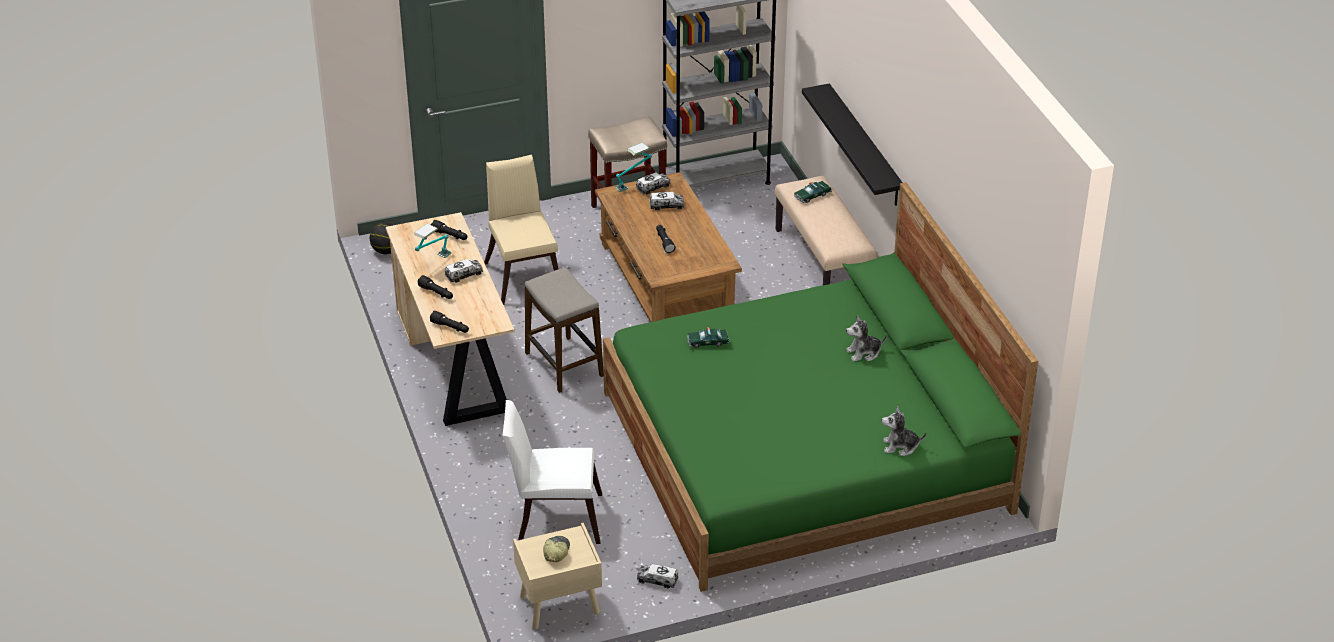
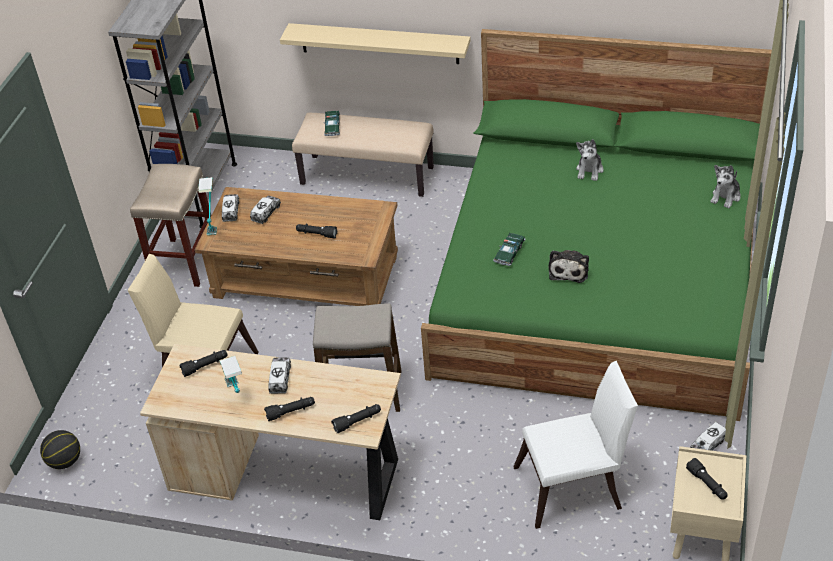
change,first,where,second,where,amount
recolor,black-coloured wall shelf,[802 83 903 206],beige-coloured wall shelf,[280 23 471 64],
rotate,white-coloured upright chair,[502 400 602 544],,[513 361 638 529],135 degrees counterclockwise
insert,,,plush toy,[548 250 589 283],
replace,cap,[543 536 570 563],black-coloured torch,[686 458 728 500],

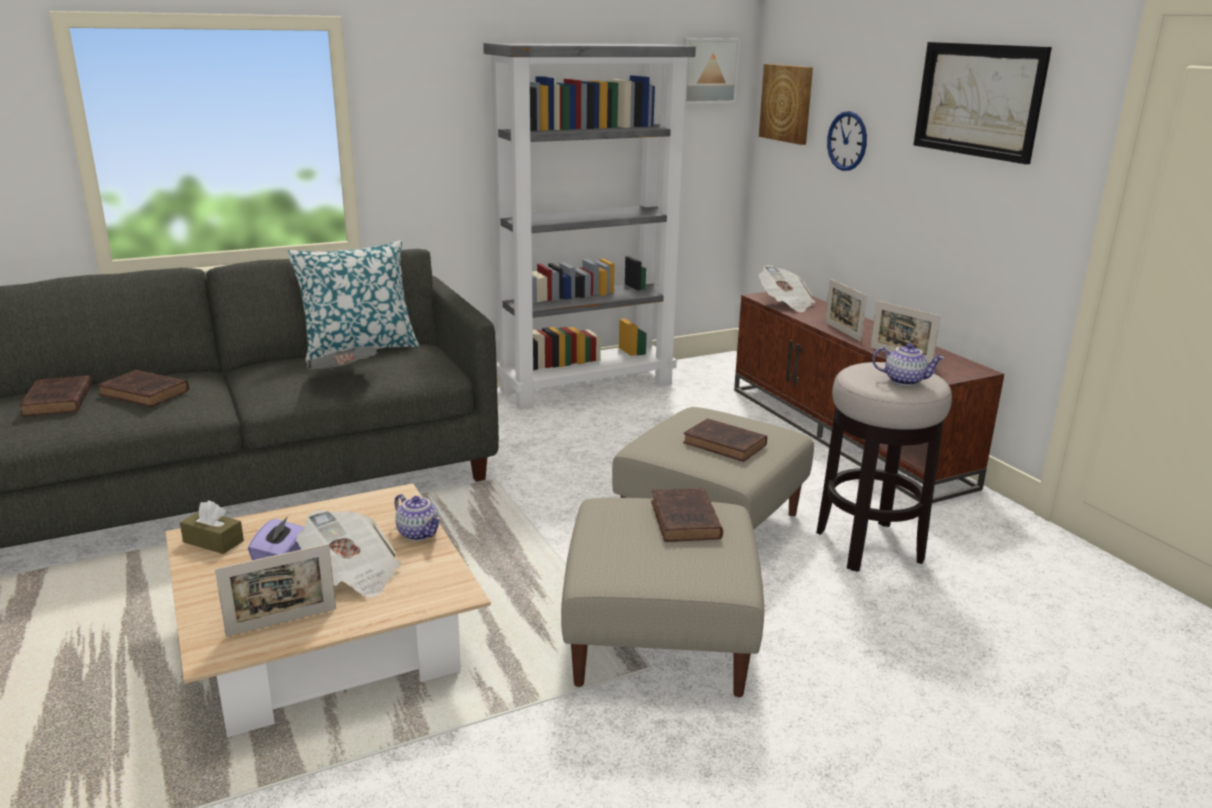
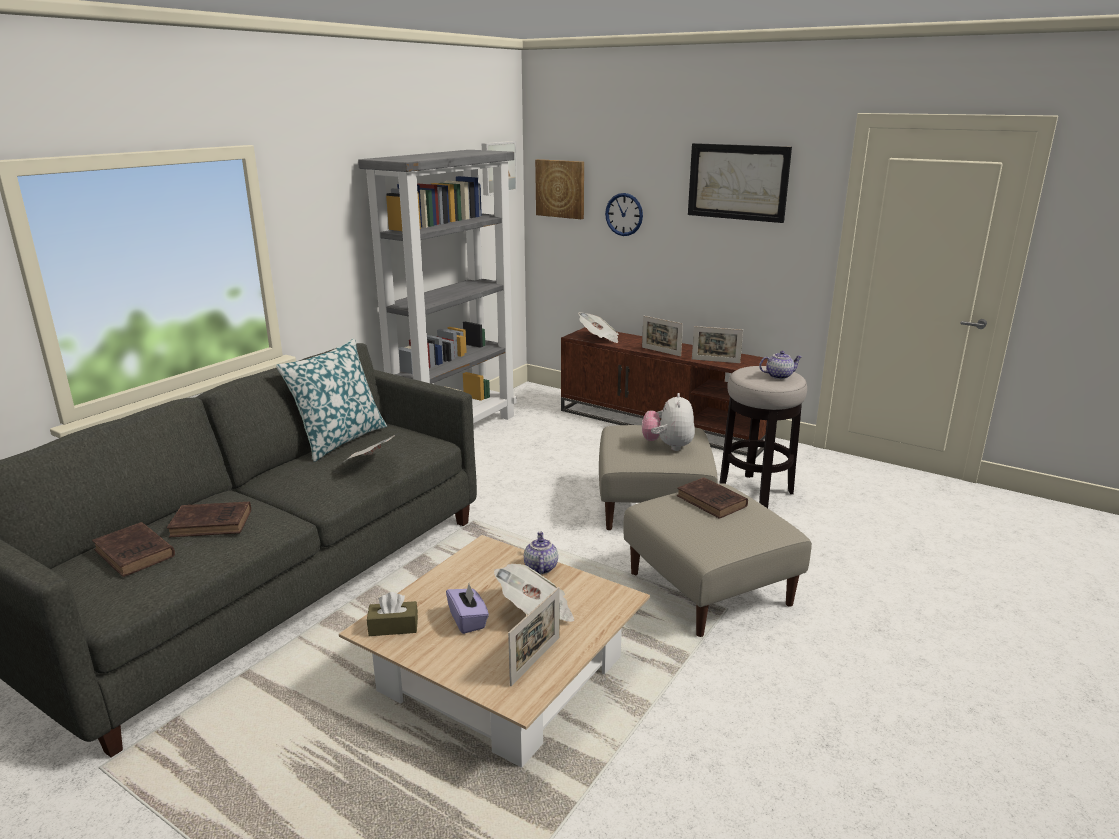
change,first,where,second,where,amount
rotate,tea pot,[395 494 440 541],,[524 532 558 574],105 degrees counterclockwise
replace,brown bound book,[683 418 767 462],plush toy,[642 393 695 451],

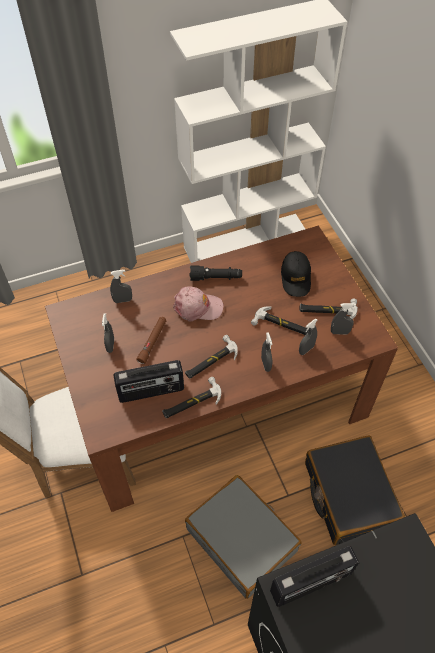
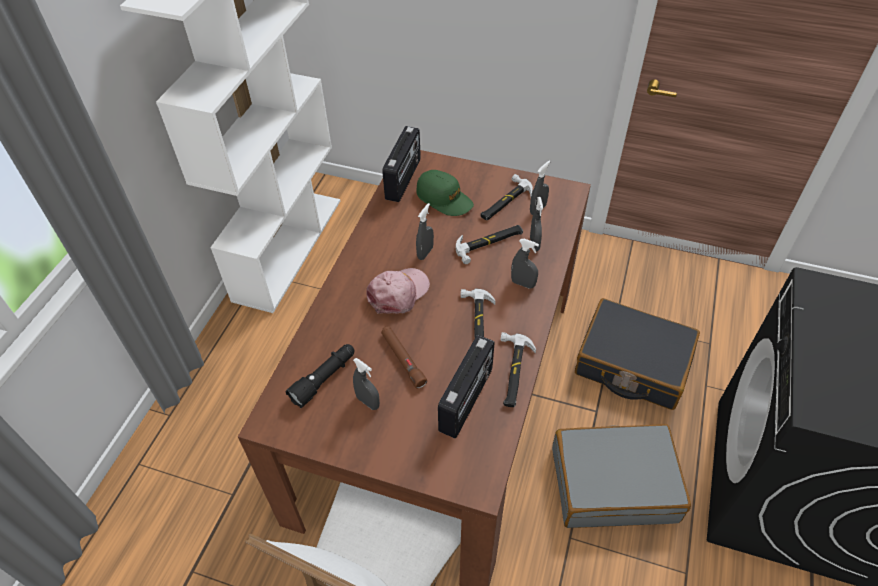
change,first,where,second,where,amount
move,black-coloured torch,[190 265 242 281],,[286 344 355 408],
move,radio receiver,[270 546 359 607],,[382 126 421 202],
recolor,black-coloured cap,[281 251 311 297],green cap,[416 170 474 216],
move,gray sprayer,[110 270 132 303],,[416 203 434 260],

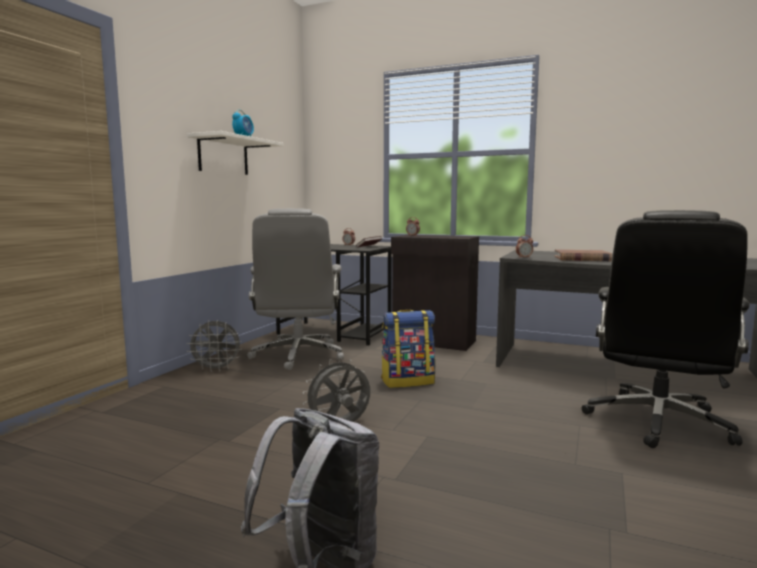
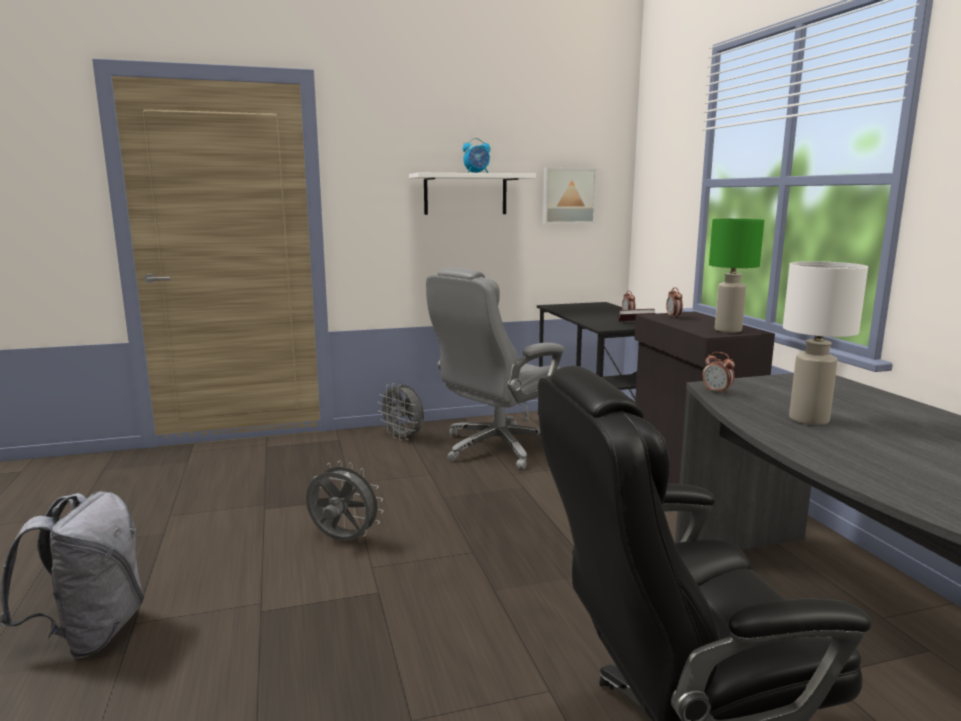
change,first,where,second,where,amount
insert,,,wall art,[543 167 597 224],
insert,,,green lamp for a table,[709 219 764 333],
replace,brown bound book,[554 249 612 261],white-coloured lamp for a table,[783 261 868 425],
delete,rucksack,[381 309 435 388],,,

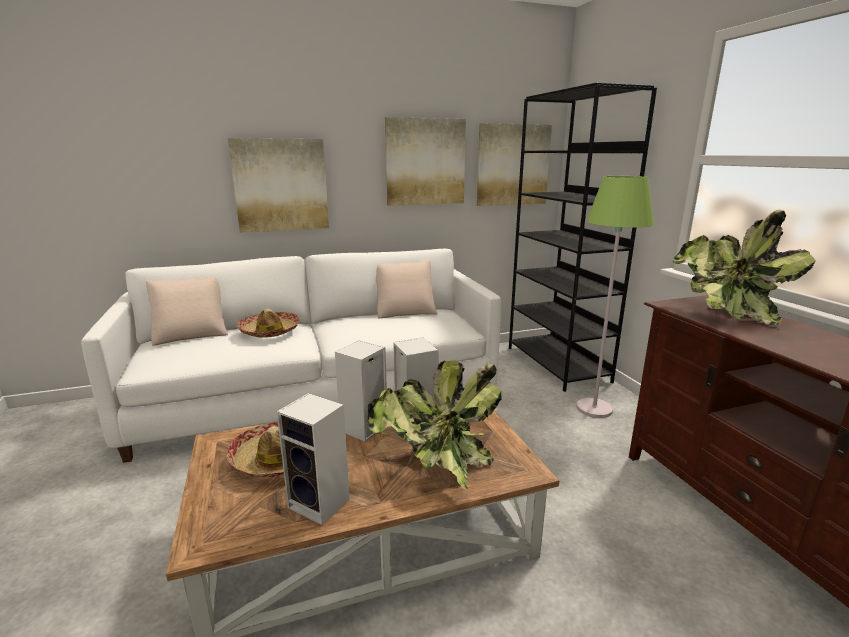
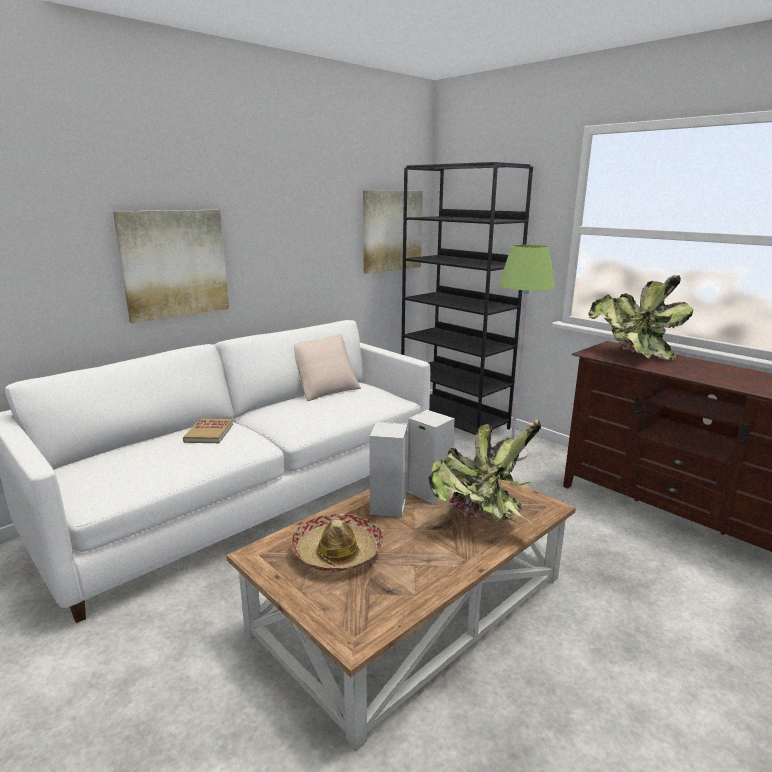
change,first,where,second,where,amount
replace,hat,[236 309 300 338],bound book,[183 419 233 443],
delete,beige-coloured pillow,[146 277 228 346],,,
delete,speaker,[277 393 350 525],,,
delete,wall art,[385 117 466 206],,,

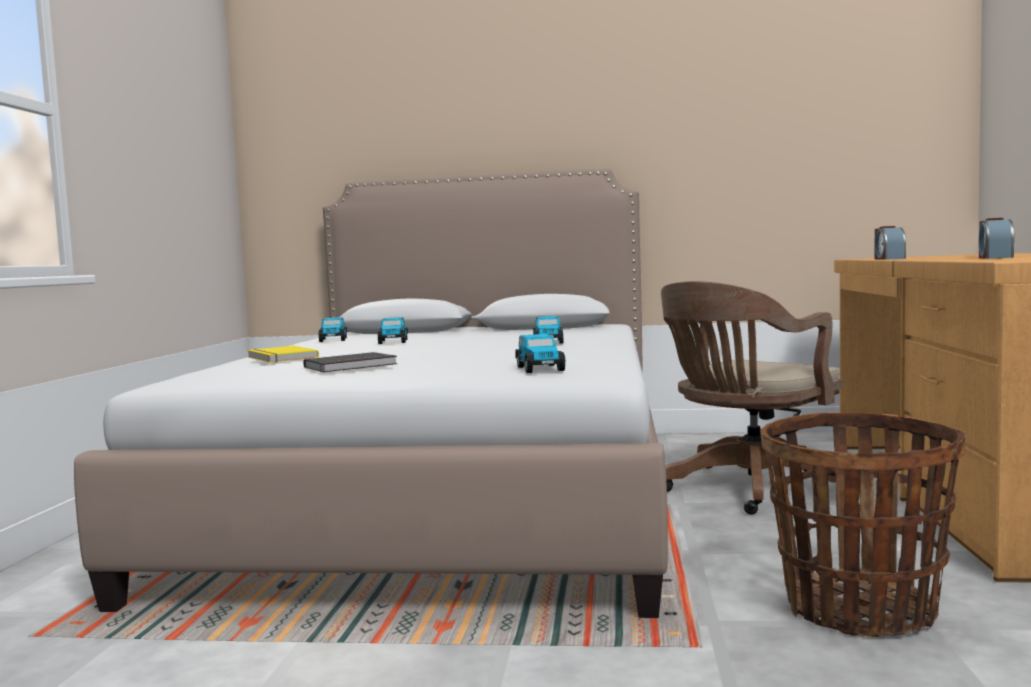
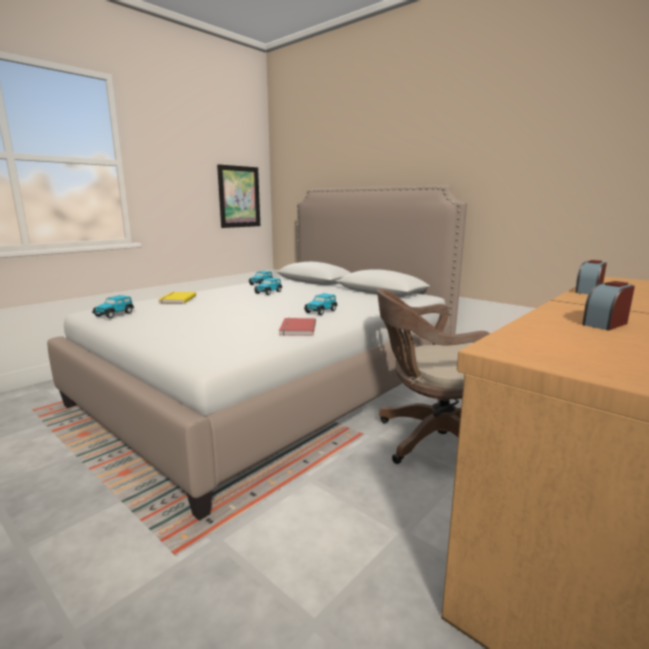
change,first,where,second,where,amount
move,miniature car,[515 334 565 373],,[92 295 134 318],
insert,,,wall art,[217 164 260 228],
insert,,,red bound book,[279 318 316 336],
delete,black-coloured bound book,[303 352 397 372],,,
delete,household basket,[760 412 966 637],,,

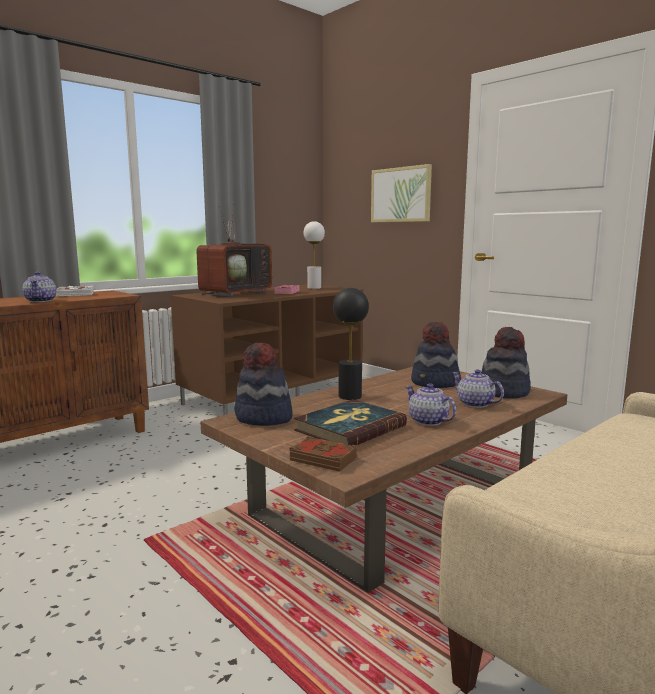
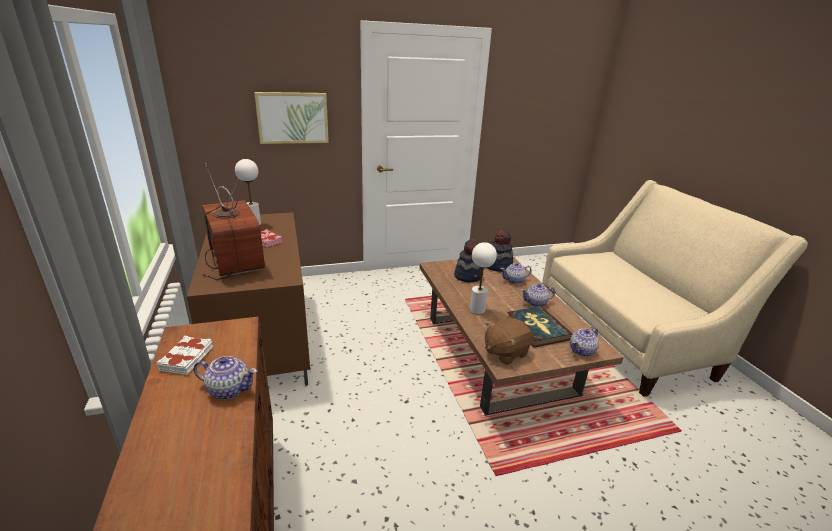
change,first,where,second,where,amount
recolor,black-coloured lamp for a table,[333 288 369 400],white-coloured lamp for a table,[470 242 497 314],
replace,hat,[234 342 293 426],brown plush toy,[485 317 533 365],
replace,brown bound book,[290 436 357 472],tea pot,[570 328 599 356],

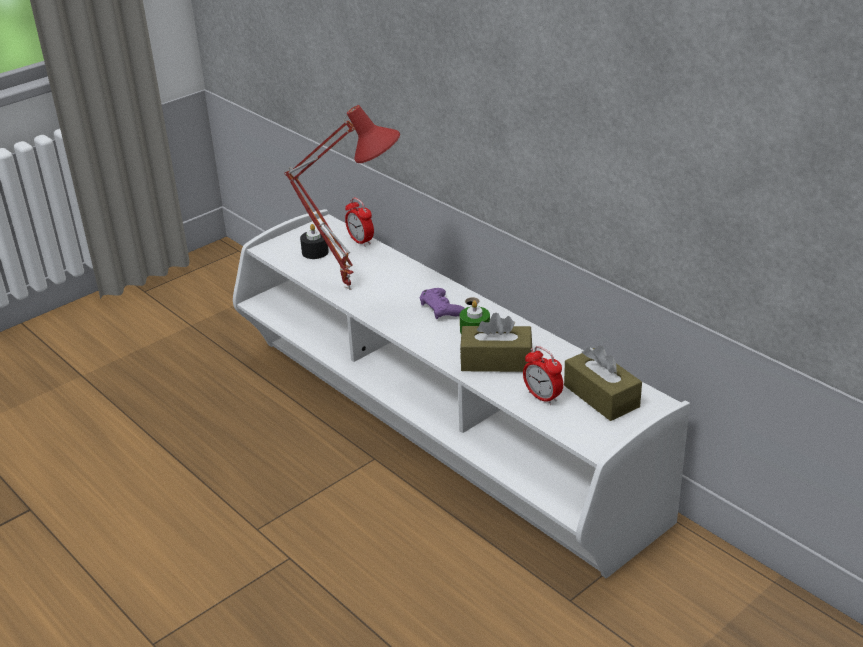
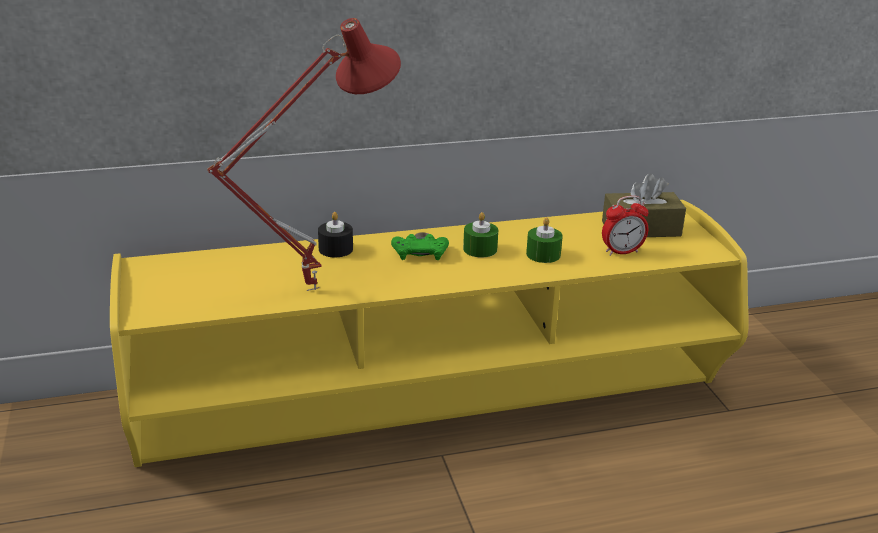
change,first,where,second,where,amount
recolor,white-coloured tv unit,[233 209 690 578],yellow-coloured tv unit,[110 200 749 467],
move,black-coloured candle,[300 224 329 259],,[318 212 353 257],
recolor,purplish joypad,[420 288 465 319],green joypad,[391 234 449 260],
replace,brown tissue holder,[460 313 532 372],green candle,[526 217 563 263],
delete,alarm clock,[345 198 374 247],,,

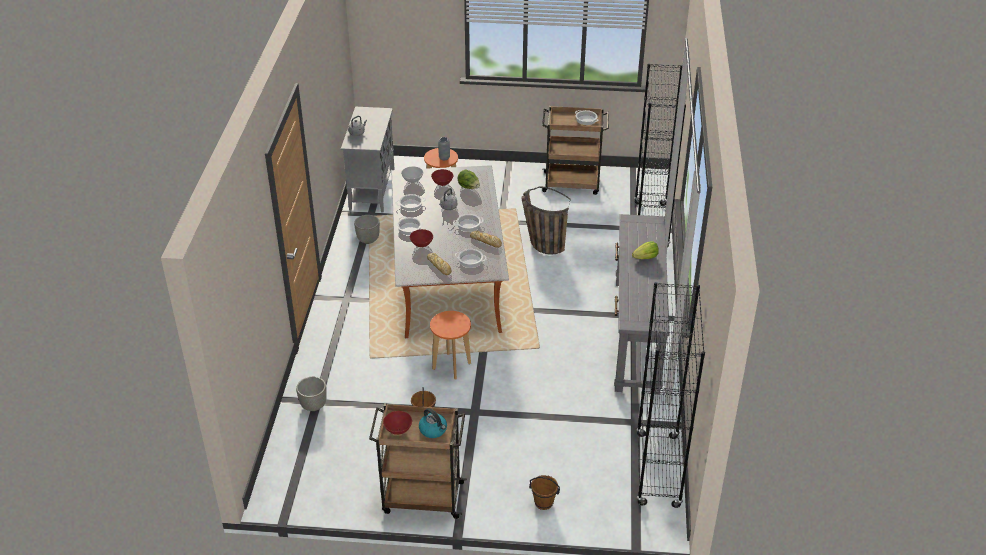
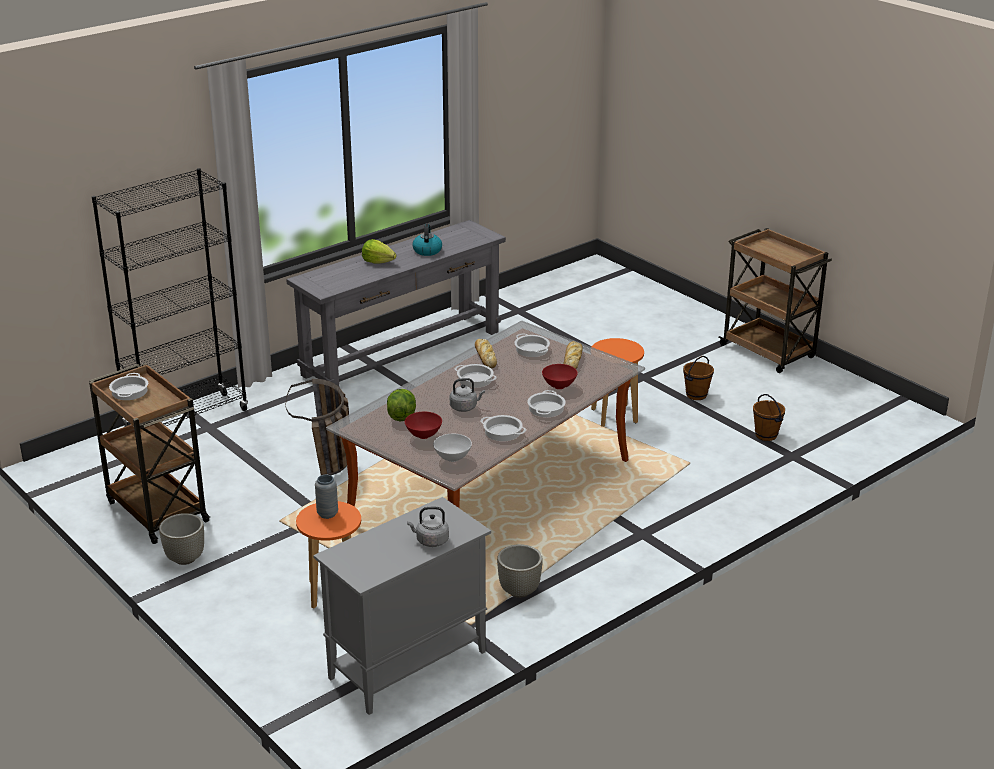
change,first,where,second,where,amount
move,gray planter,[296 377 327 411],,[159 513 204 565],
move,kettle,[419 408 447 438],,[412 224 442 256],
move,brown bucket,[529 475 560 510],,[753 394 785 441],
delete,red bowl,[383 411 412 435],,,
delete,black-coloured shelving unit,[636 282 705 508],,,

